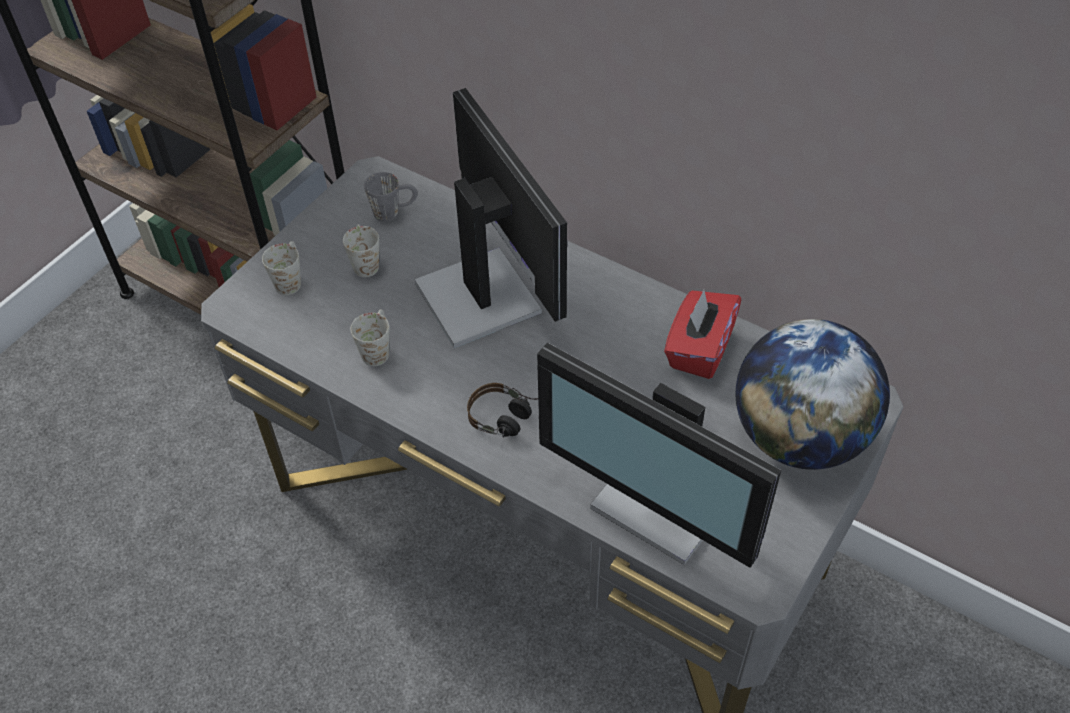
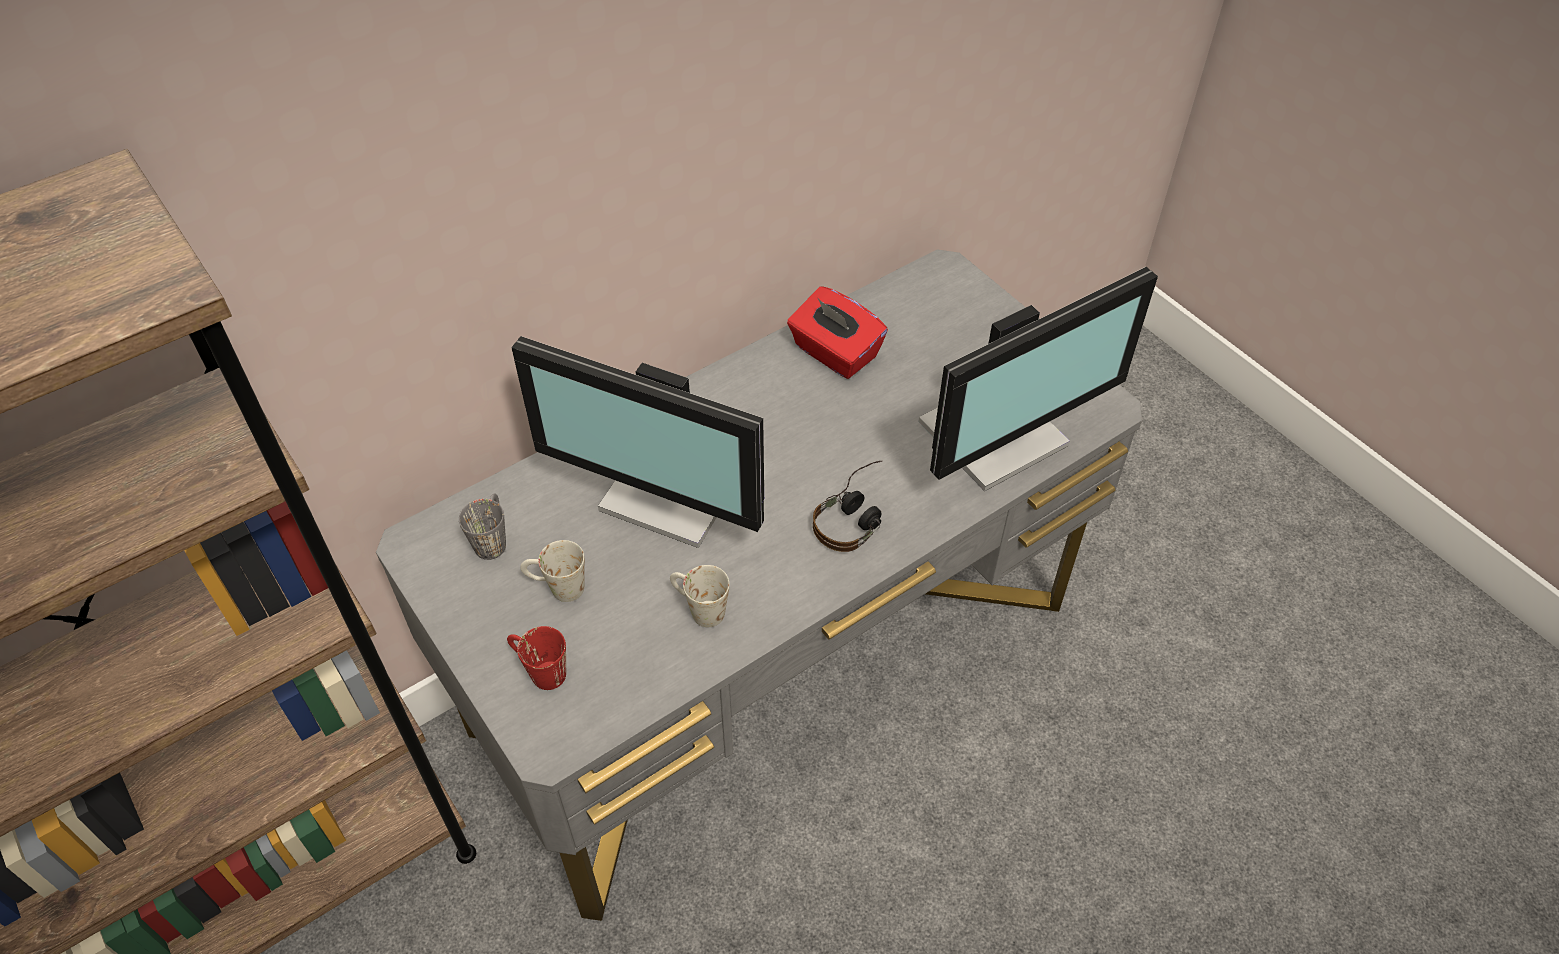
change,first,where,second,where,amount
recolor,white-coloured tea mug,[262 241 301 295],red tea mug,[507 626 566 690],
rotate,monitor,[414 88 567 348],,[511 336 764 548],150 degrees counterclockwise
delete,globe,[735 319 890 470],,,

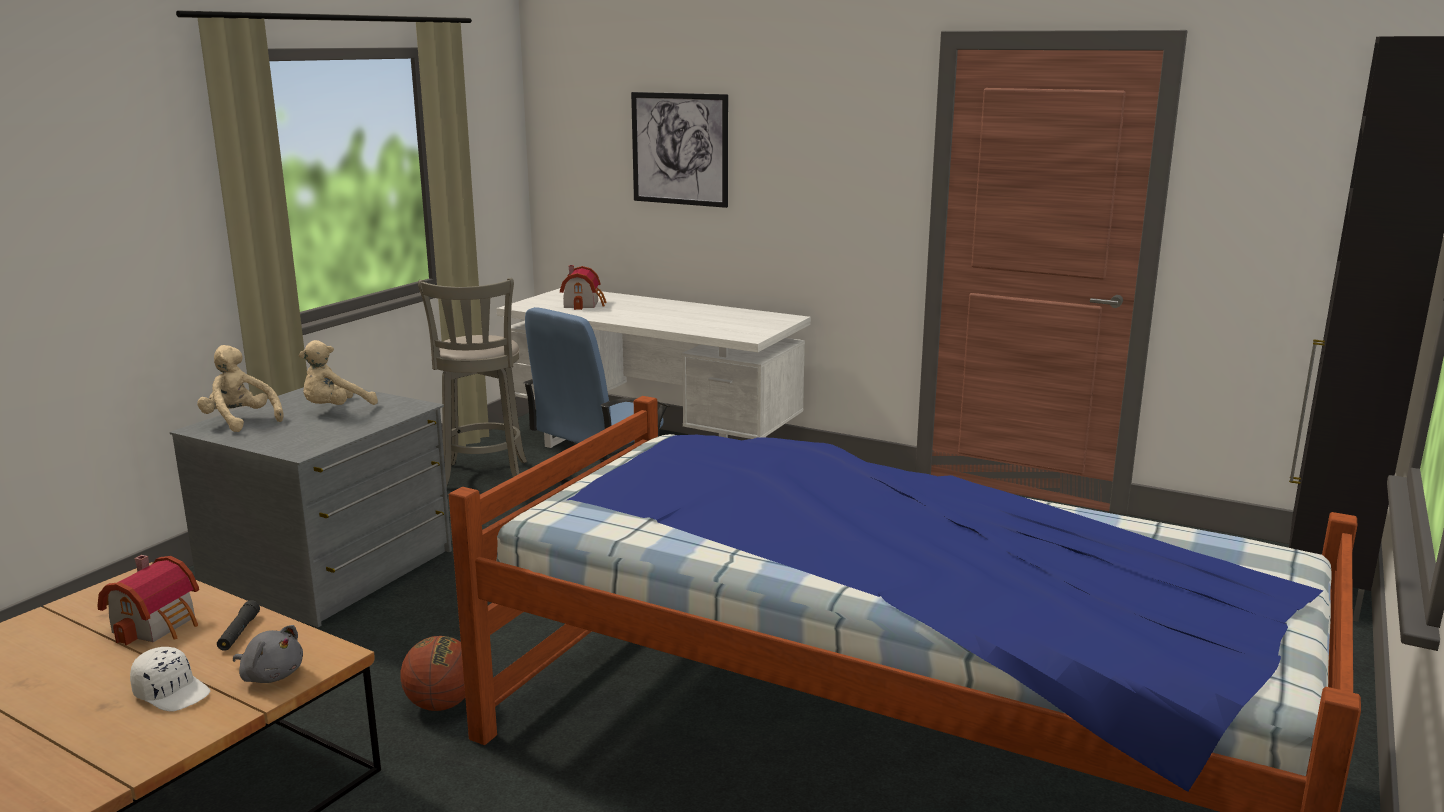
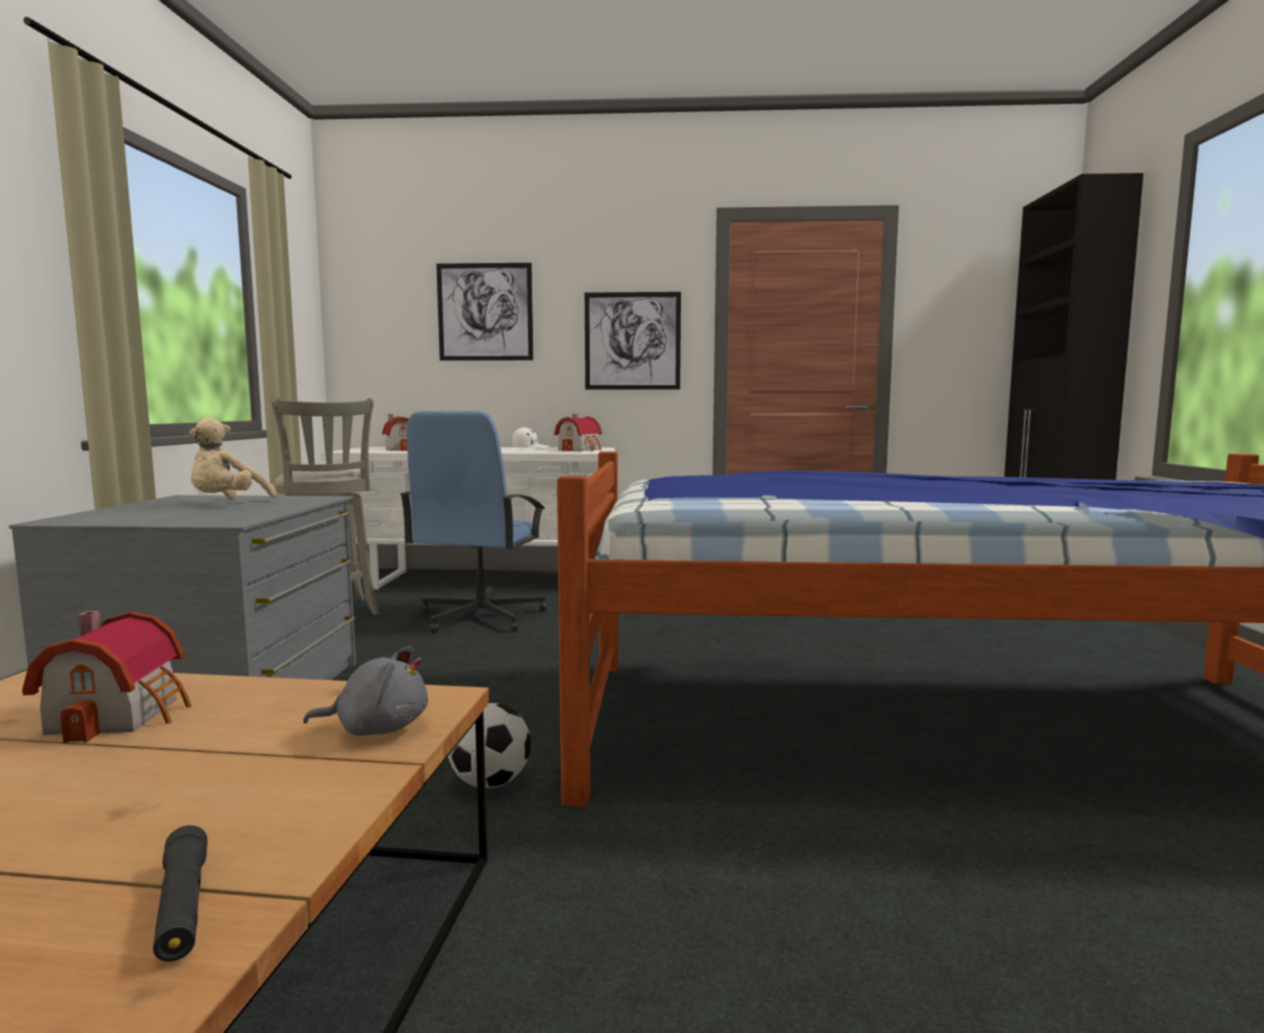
change,first,where,second,where,amount
move,black-coloured torch,[217 600 260 651],,[153 825 208 962],
replace,ball for basketball,[400 636 465 711],ball for football,[448 703 531 788],
move,white-coloured cap,[130 647 210 712],,[512 427 550 449],
insert,,,model house,[554 414 602 451],
insert,,,wall art,[585 292 681 389],
delete,beige-coloured plush toy,[197 345 284 432],,,

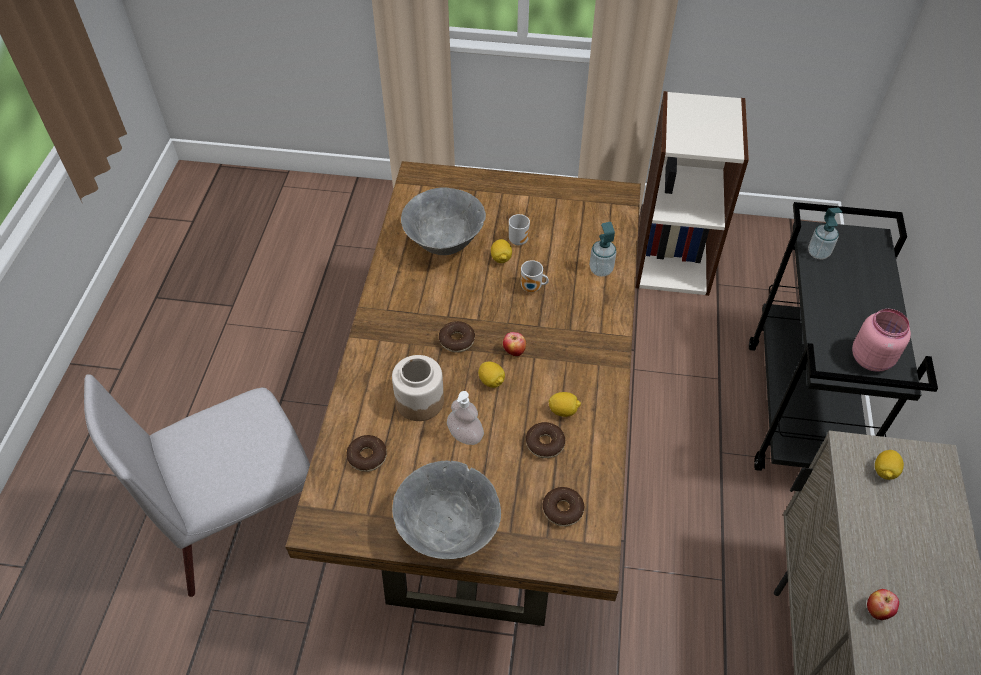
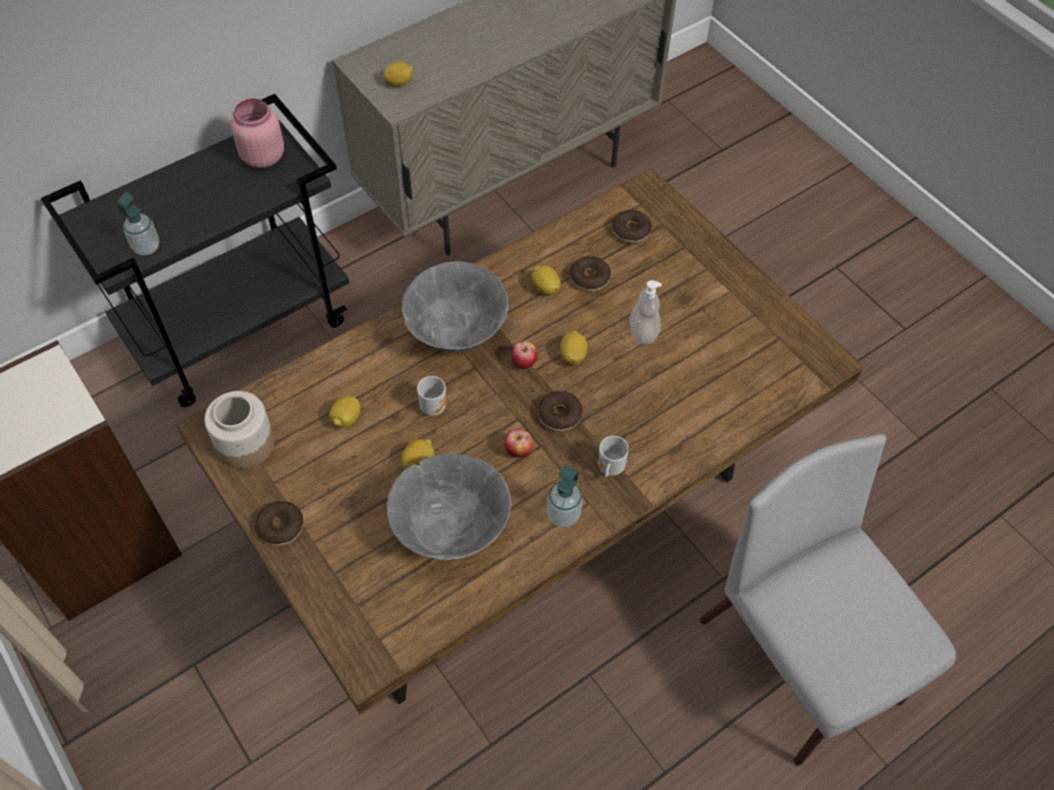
change,first,where,second,where,amount
move,jar,[392 355 444 421],,[204 391 274 469],
move,doughnut,[347 435 387 472],,[255 501 304 546],
insert,,,citrus fruit,[329 396 361 428],
move,gray bowl,[392 461 501 559],,[402 261 508 353],
move,whole apple,[867 589 899 620],,[504 429 533 458],
move,liquid soap bottle,[589 222 617 277],,[547 466 583 527],
move,tea mug,[509 214 530 245],,[598 436 629 478],
rotate,gray upright chair,[84 374 310 597],,[700 434 956 766],135 degrees counterclockwise

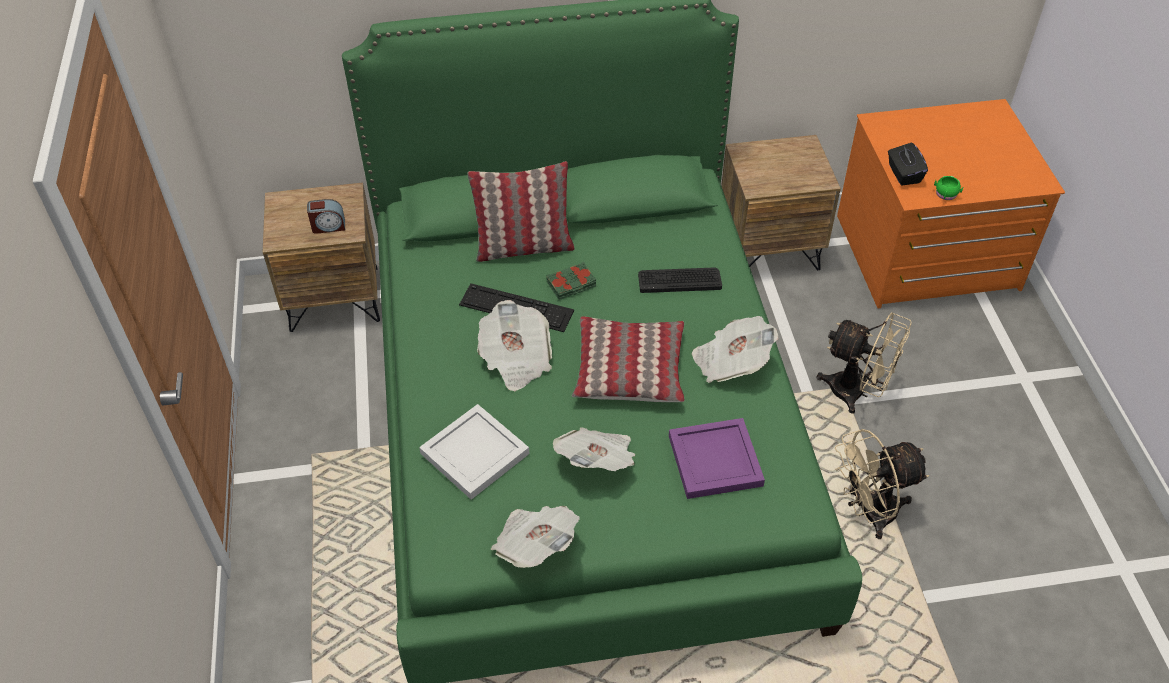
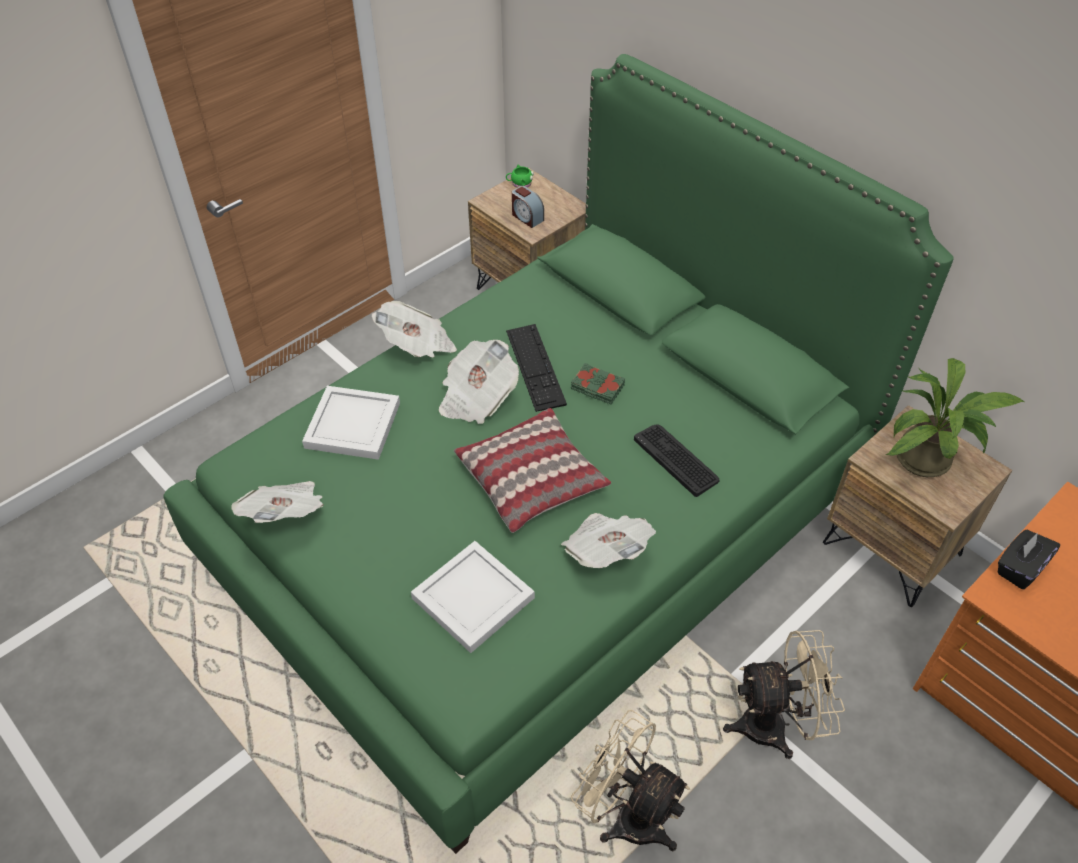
change,first,where,second,where,amount
move,printed paper,[553 427 635 471],,[372 301 457 357],
recolor,purplish carrying tray,[669 418 765 499],white-coloured carrying tray,[411 541 535 653],
move,green tea mug,[934 176 963 200],,[506 165 534 188],
rotate,beige-coloured electric fan,[817 312 912 414],,[723 630 845 759],90 degrees counterclockwise
insert,,,houseplant,[885 358 1024 477],
delete,pillow,[468 161 575 262],,,

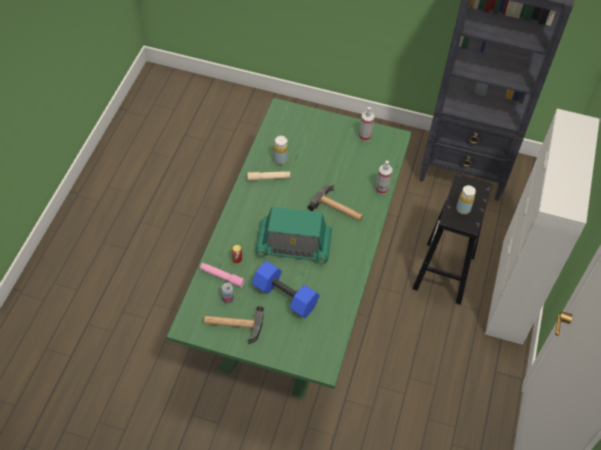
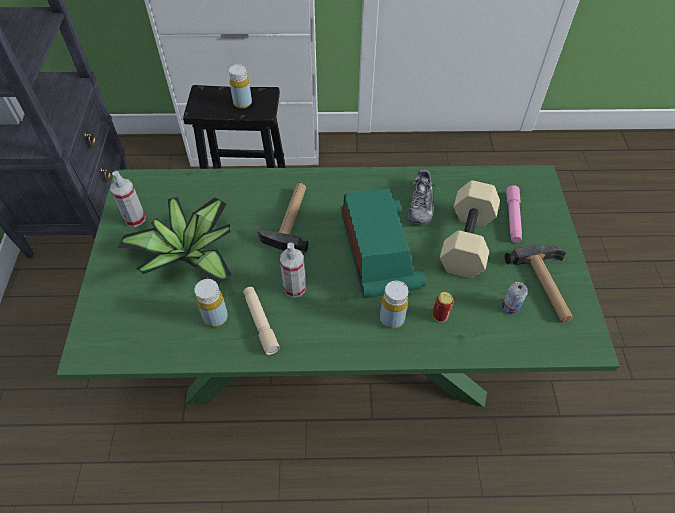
change,first,where,second,where,amount
insert,,,houseplant,[118 197 232 285],
move,sprayer,[376 160 392 195],,[280 243 306 298],
insert,,,yellow-coloured beverage bottle,[380 281 408 329],
insert,,,low shoe,[405 168 440 225],
recolor,bluish hand weight,[252 261 320 318],beige-coloured hand weight,[440 180 500 279],
move,pink torch,[200 263 245 287],,[506 185 522 243],

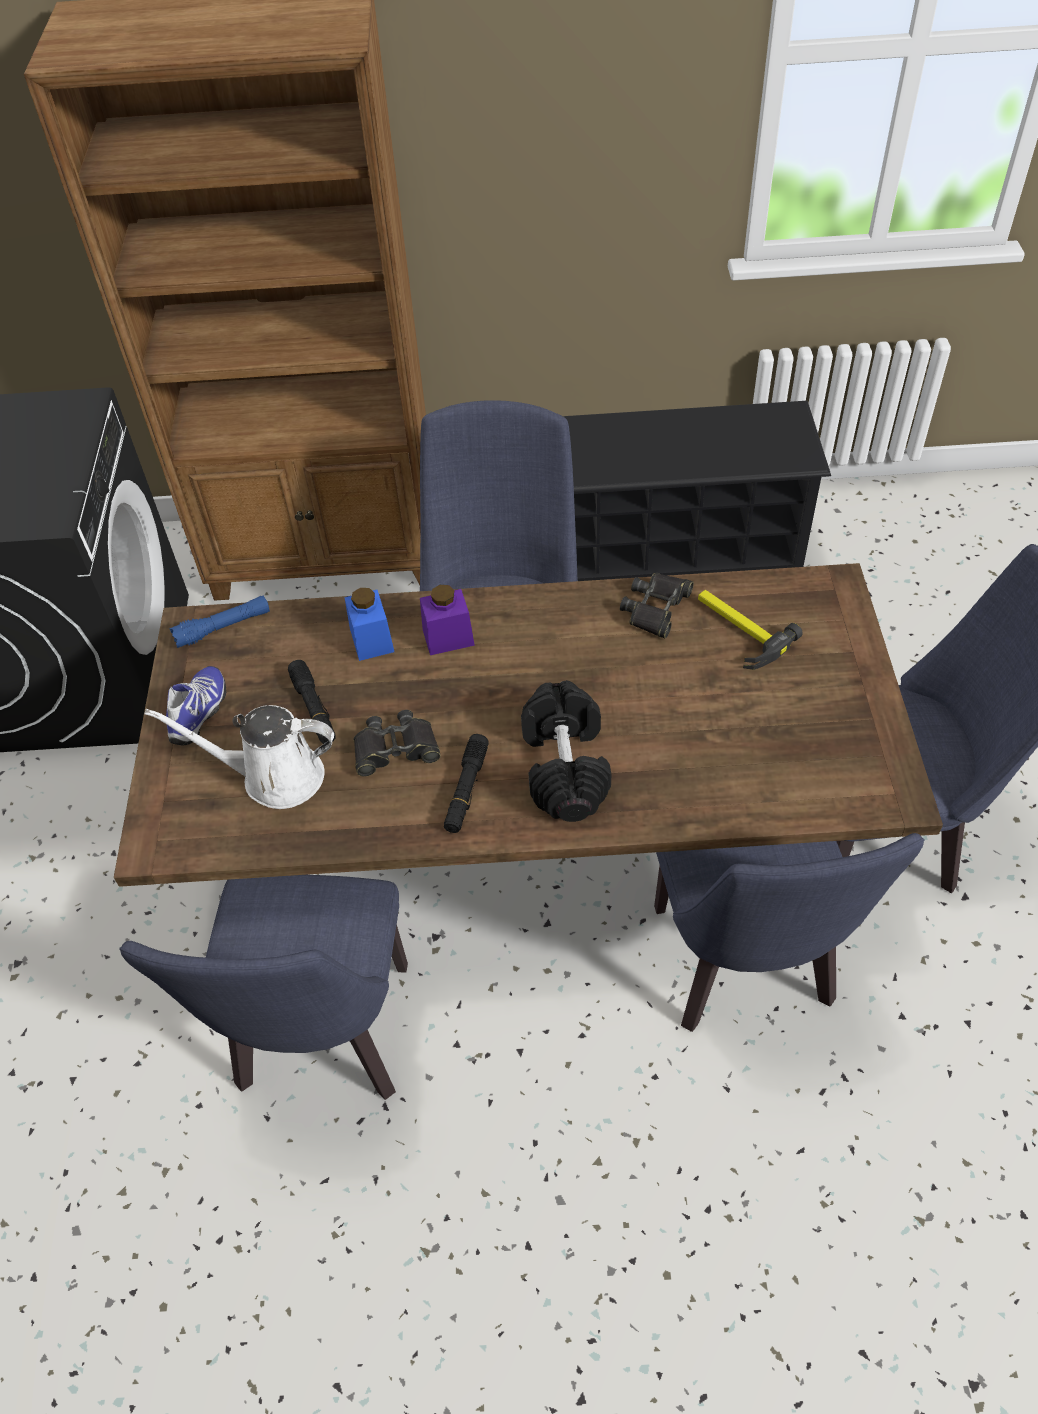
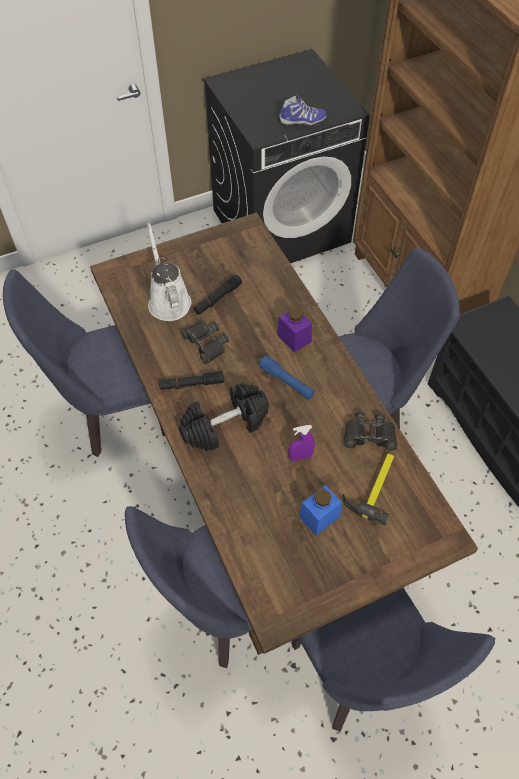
change,first,where,second,where,amount
move,bluish torch,[169 596 270 648],,[258 355 315 400],
move,low shoe,[166 666 226 746],,[278 95 327 127],
insert,,,purplish sprayer,[288 425 315 461],
move,bluish jar,[344 588 394 661],,[299 485 342 535],

